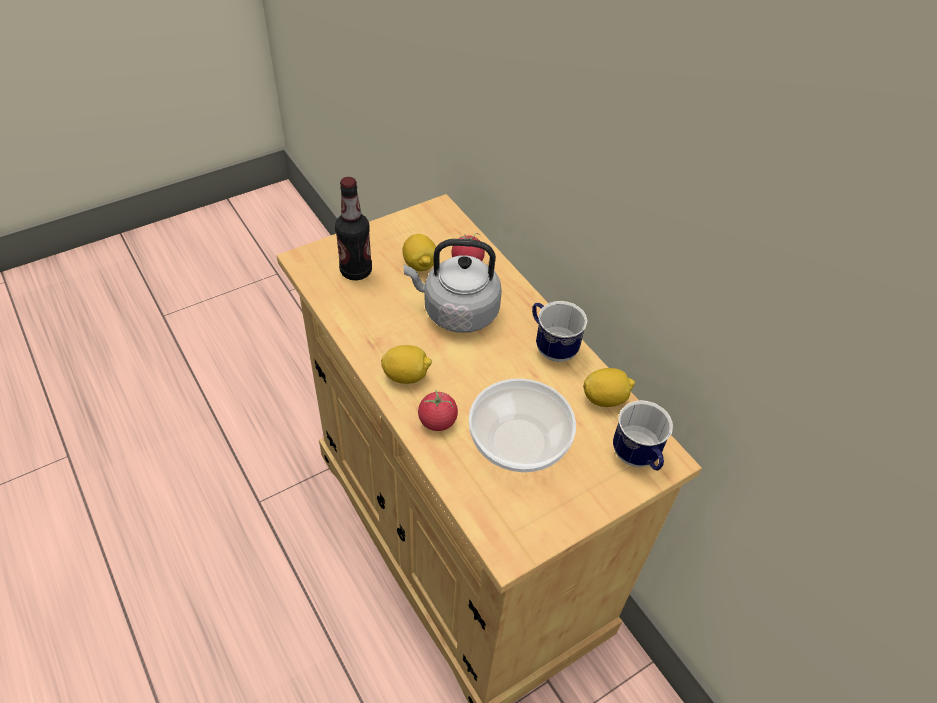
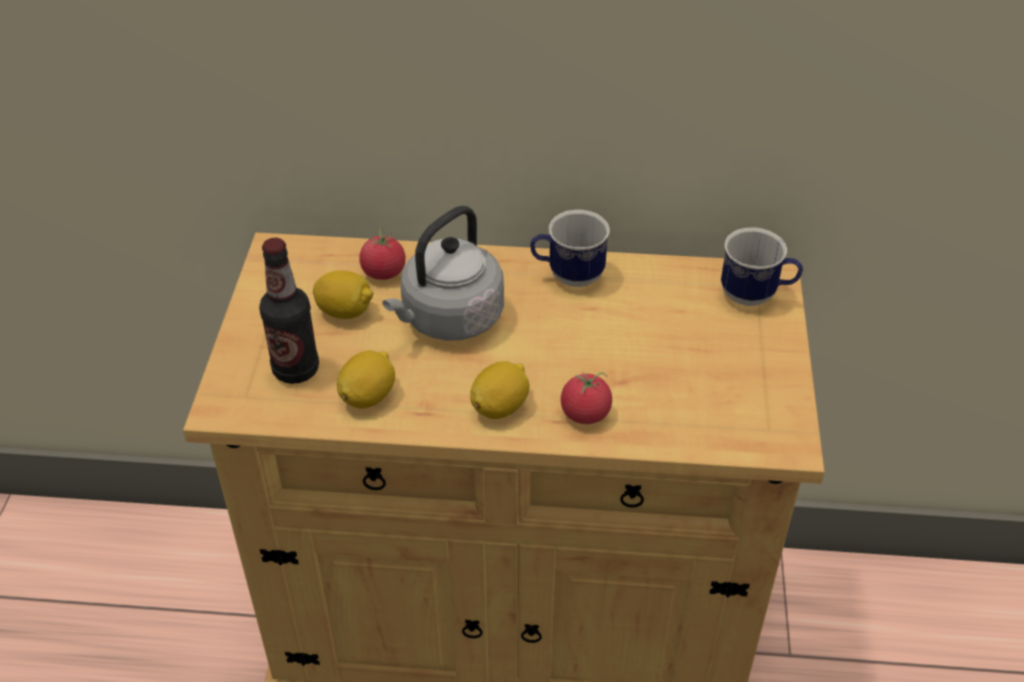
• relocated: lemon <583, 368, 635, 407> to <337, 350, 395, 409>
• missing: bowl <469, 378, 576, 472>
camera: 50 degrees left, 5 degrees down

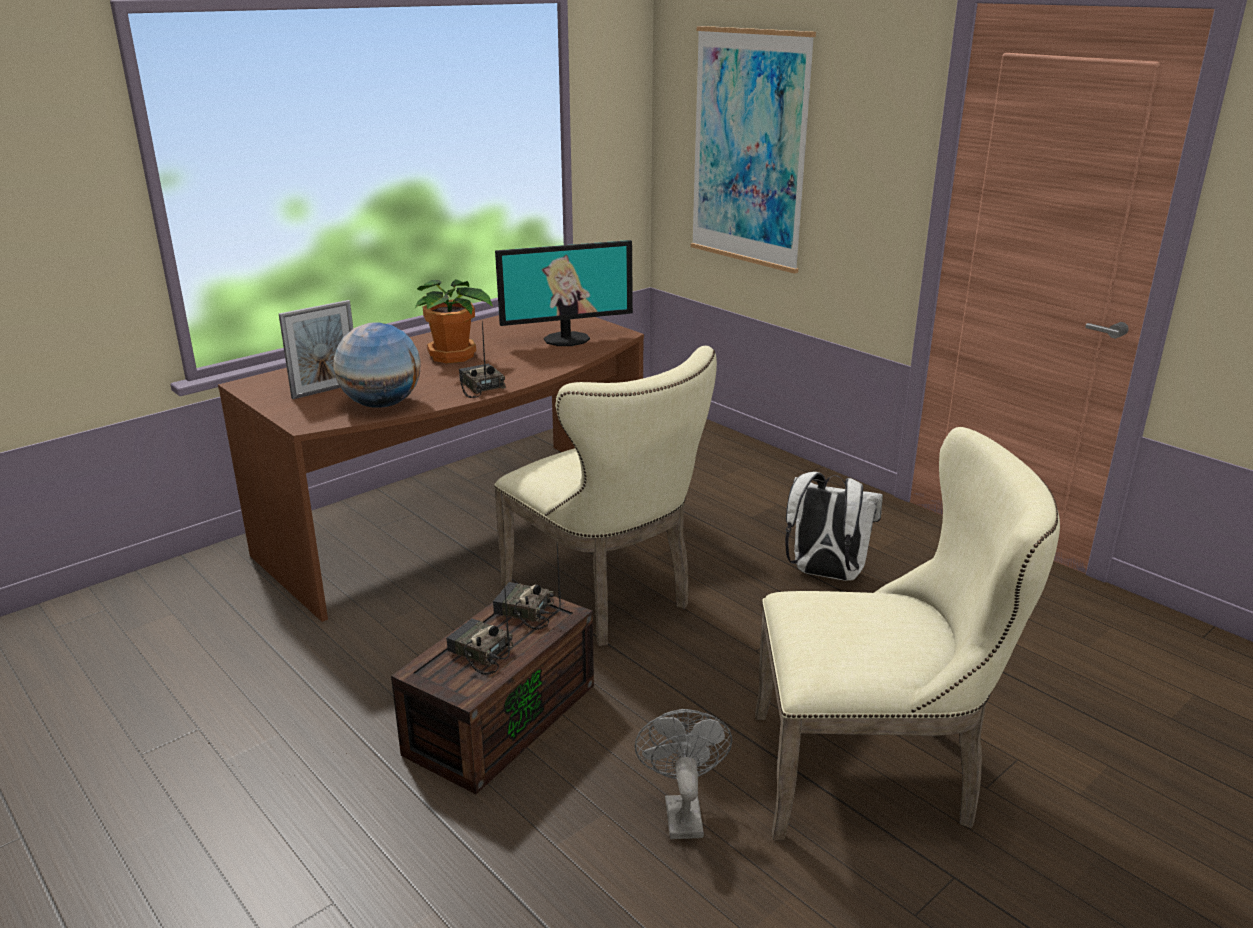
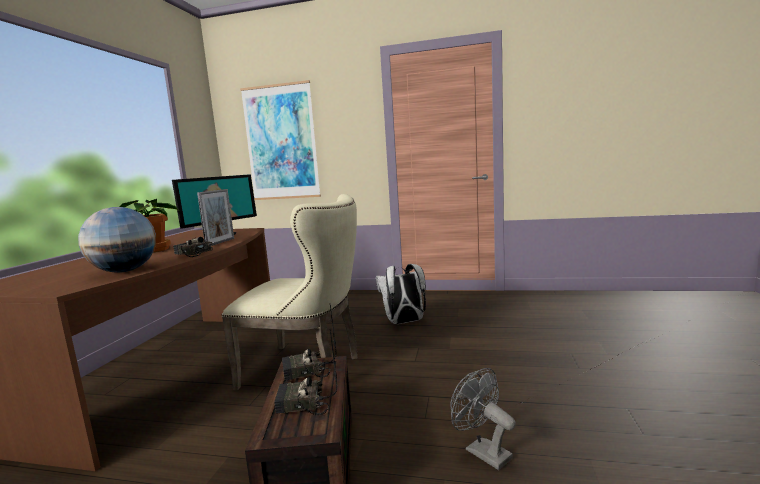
• relocated: picture frame <279, 300, 353, 399> to <197, 189, 234, 246>
• missing: beige chair <755, 427, 1060, 840>
camera: 35 degrees left, 15 degrees down

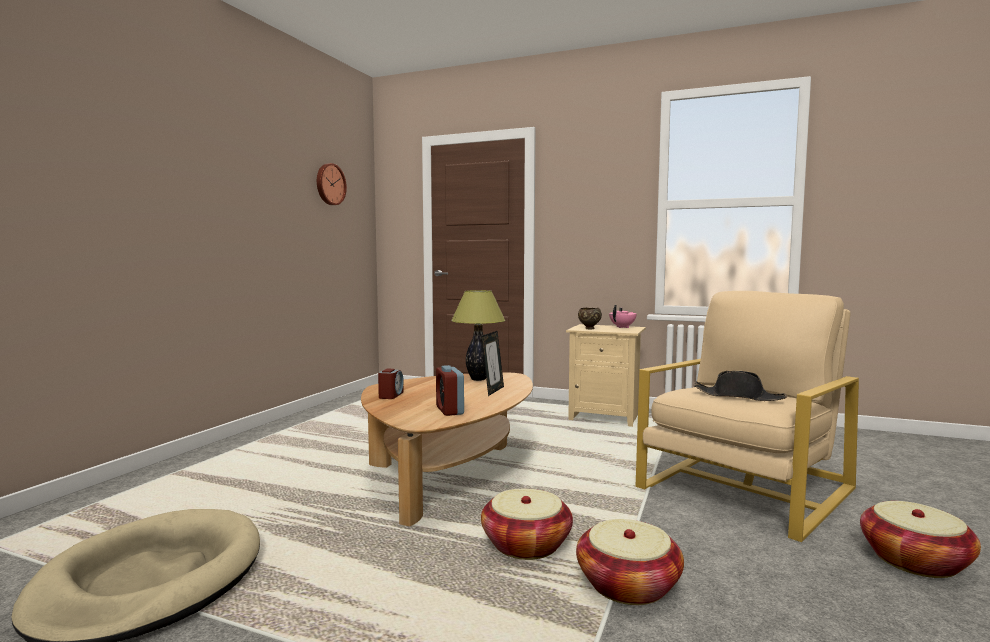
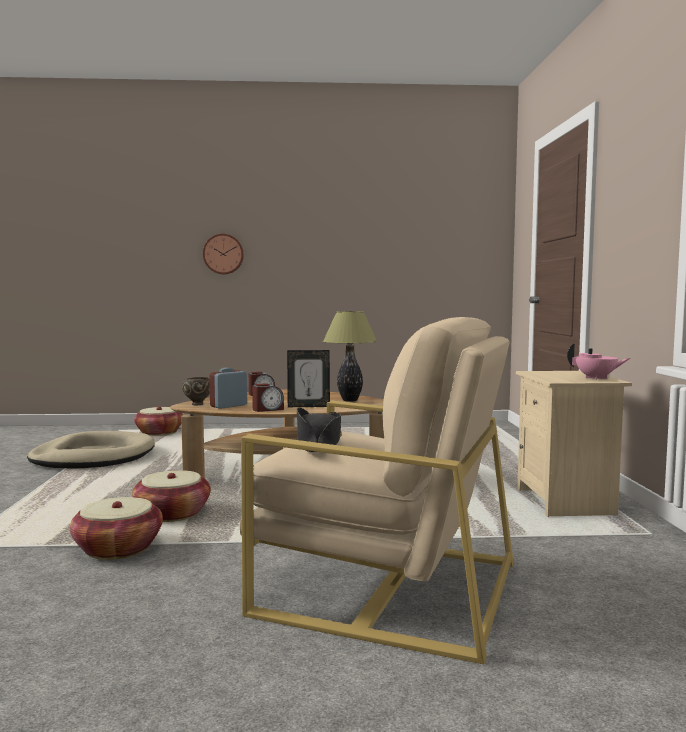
• relocated: basket <860, 501, 981, 578> to <134, 407, 183, 436>
• relocated: brown bowl <578, 307, 602, 329> to <182, 377, 210, 406>
• relocated: wall clock <317, 163, 347, 205> to <203, 234, 244, 274>
• appeared: alarm clock <252, 383, 284, 412>
camera: 65 degrees right, 0 degrees up

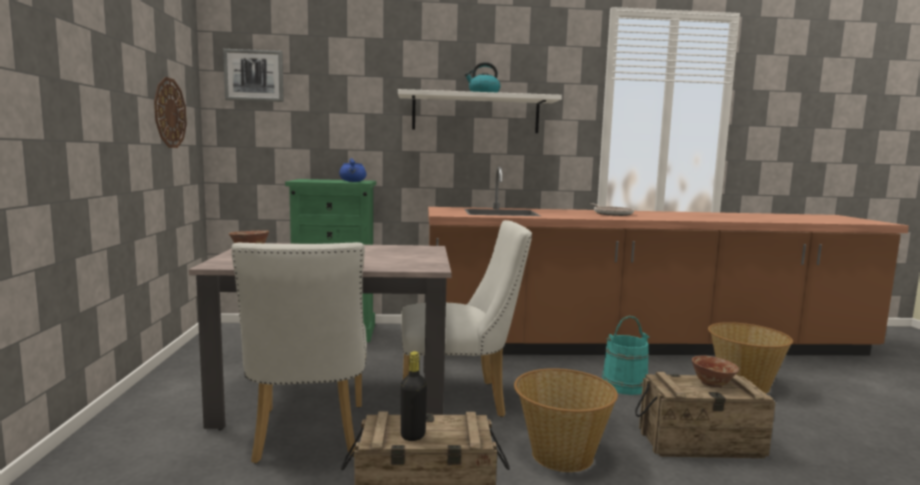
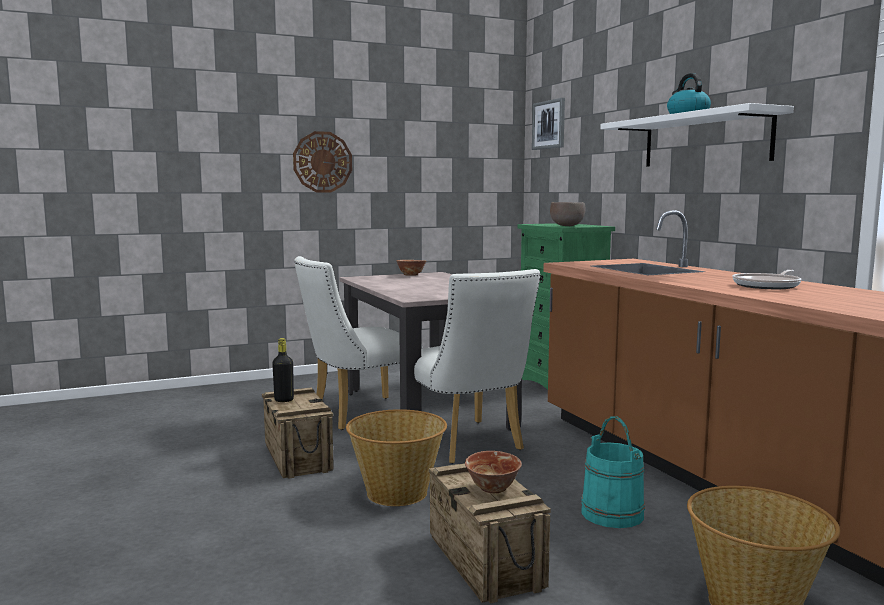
• relocated: wall clock <154, 77, 187, 148> to <293, 131, 352, 192>
• exchanged: blue cooking pot <339, 158, 366, 182> to brown bowl <550, 202, 585, 226>
camera: 70 degrees right, 0 degrees up

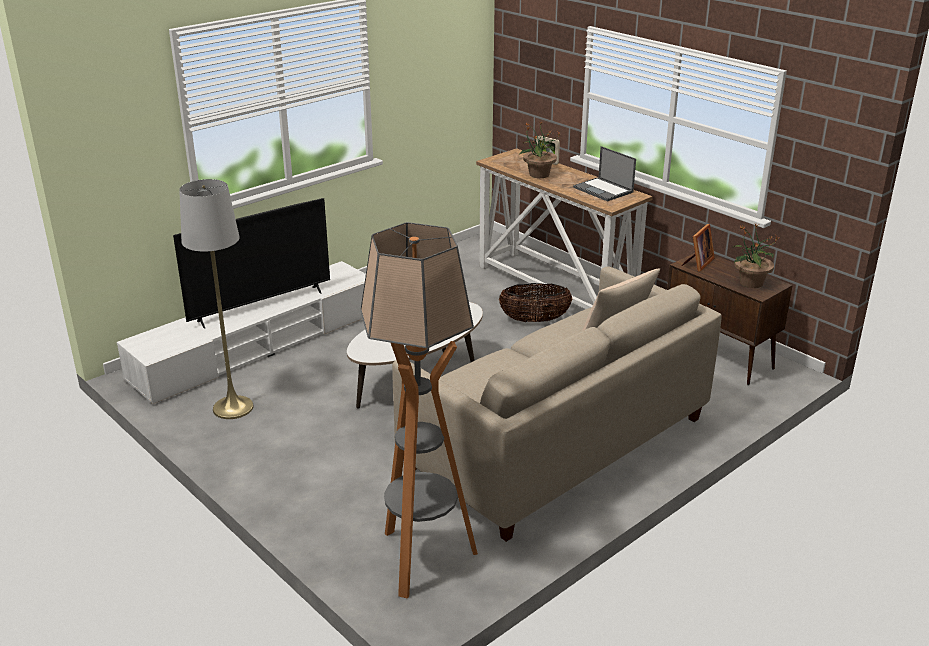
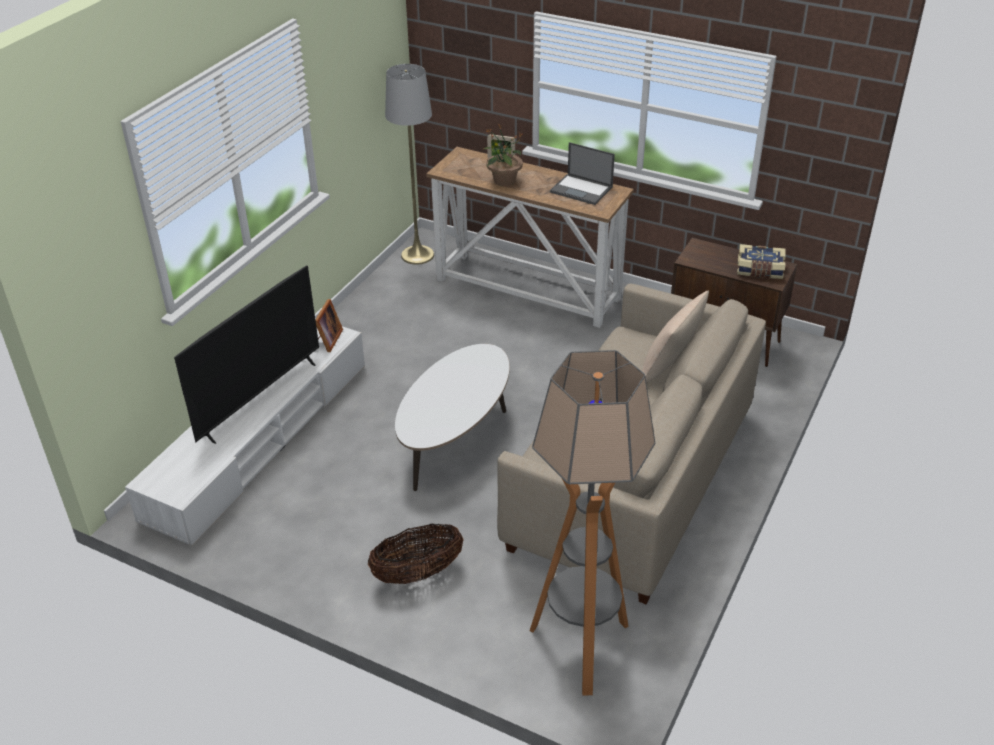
• relocated: picture frame <681, 224, 715, 271> to <315, 299, 343, 352>
• relocated: basket <499, 283, 572, 322> to <368, 523, 463, 584>
• relocated: grey floor lamp <179, 179, 254, 419> to <385, 64, 434, 265>
• exchanged: potted plant <734, 224, 780, 288> to book <737, 244, 786, 279>
camera: 20 degrees left, 10 degrees up

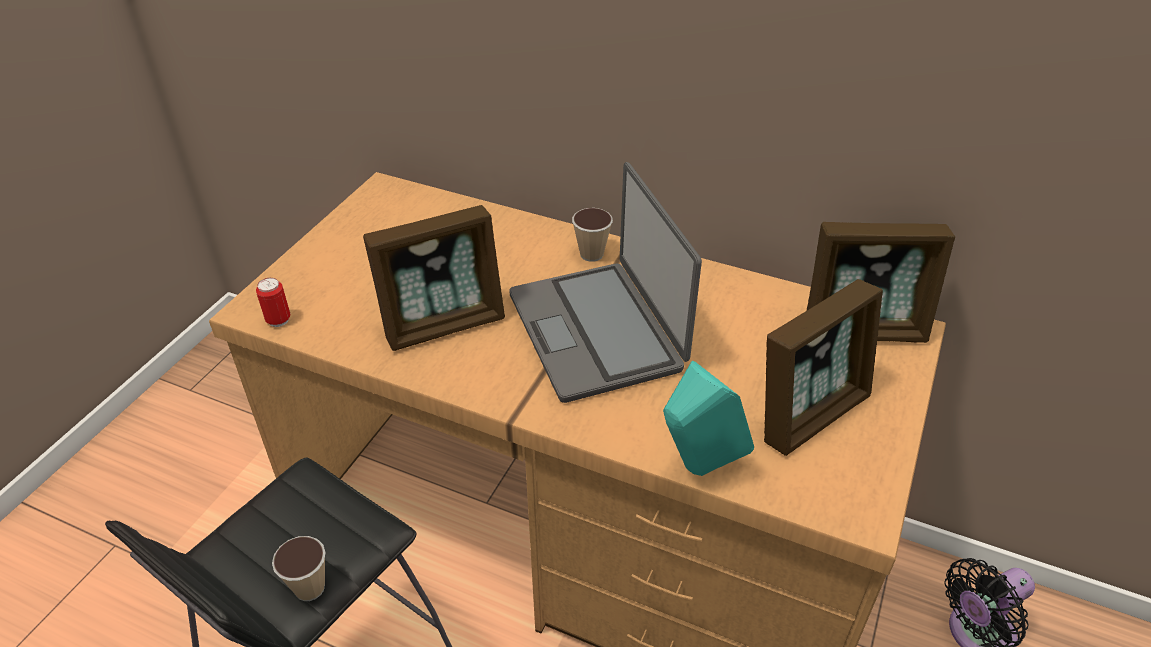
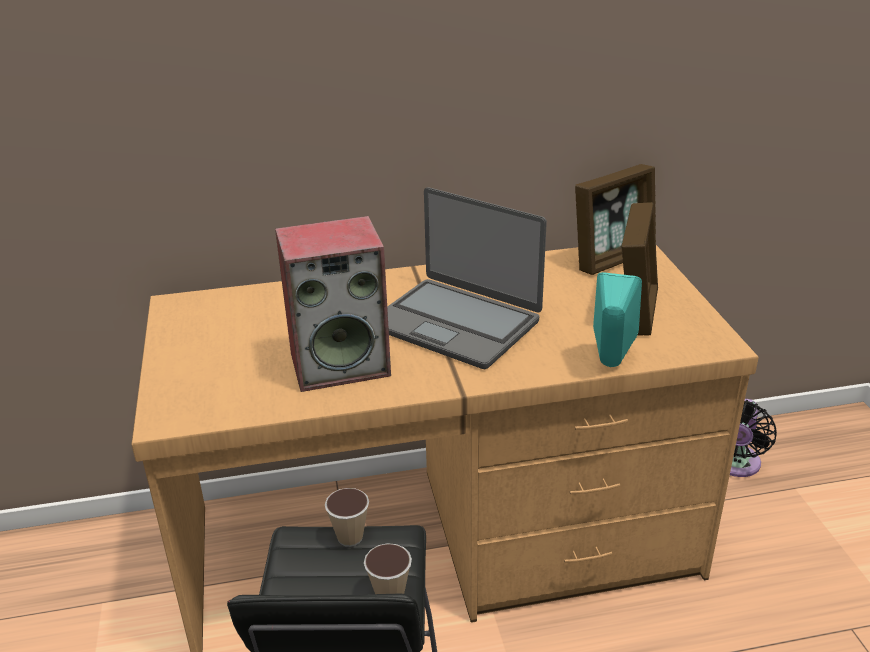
• exchanged: picture frame <363, 205, 505, 351> to speaker <275, 216, 391, 392>
• relocated: cup <572, 208, 613, 262> to <325, 488, 369, 547>
• missing: can <256, 278, 290, 327>
camera: 35 degrees left, 10 degrees down

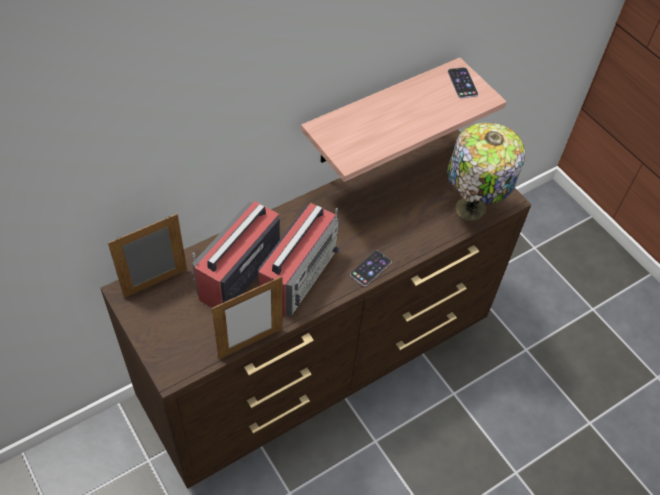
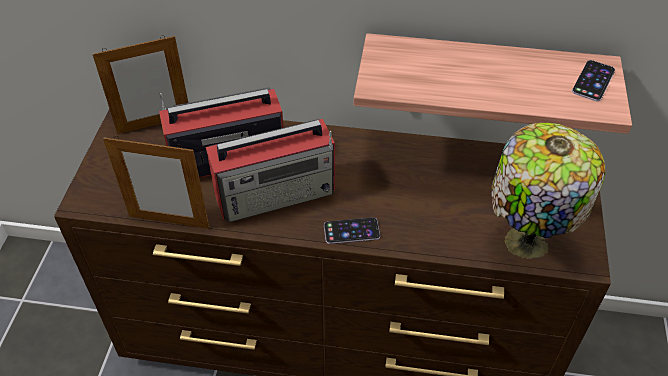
• spun: picture frame <108, 214, 187, 298> = <92, 35, 188, 134> 150 degrees clockwise
camera: 45 degrees right, 5 degrees down

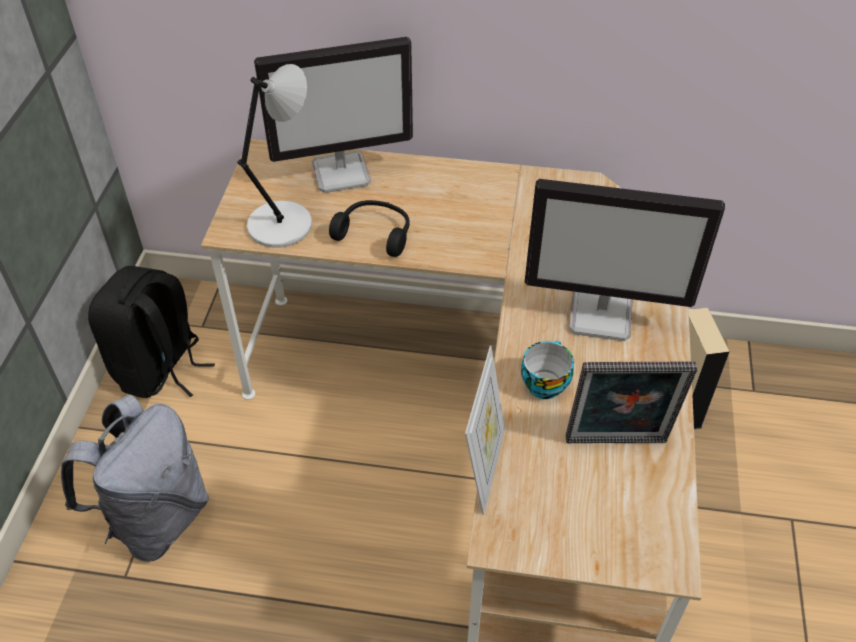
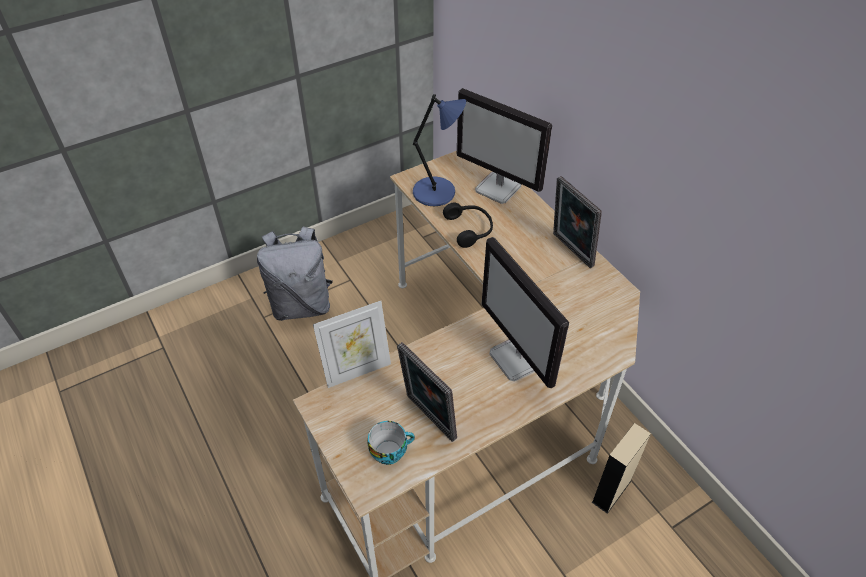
• relocated: cup <521, 341, 574, 399> to <368, 421, 415, 465>
• colour: grey table lamp <238, 64, 312, 247> to blue table lamp <413, 94, 466, 206>
• appeared: picture frame <553, 176, 602, 268>
• missing: black backpack <88, 266, 215, 398>
camera: 50 degrees right, 0 degrees up

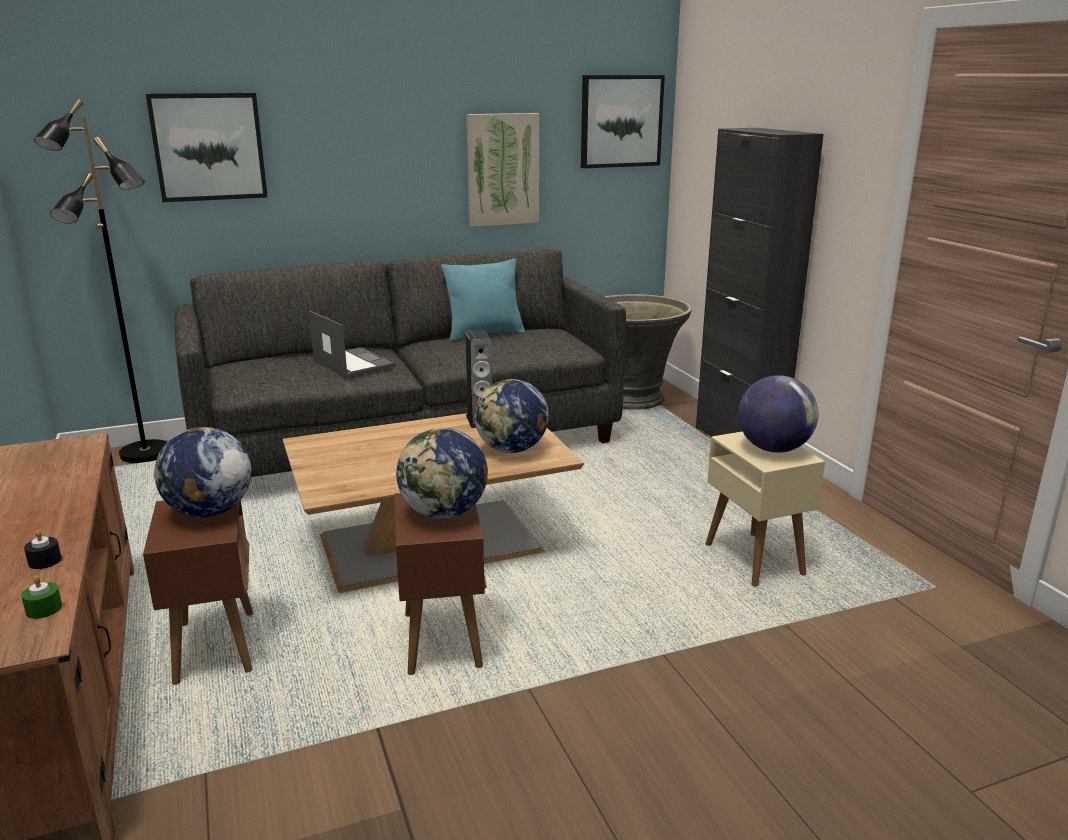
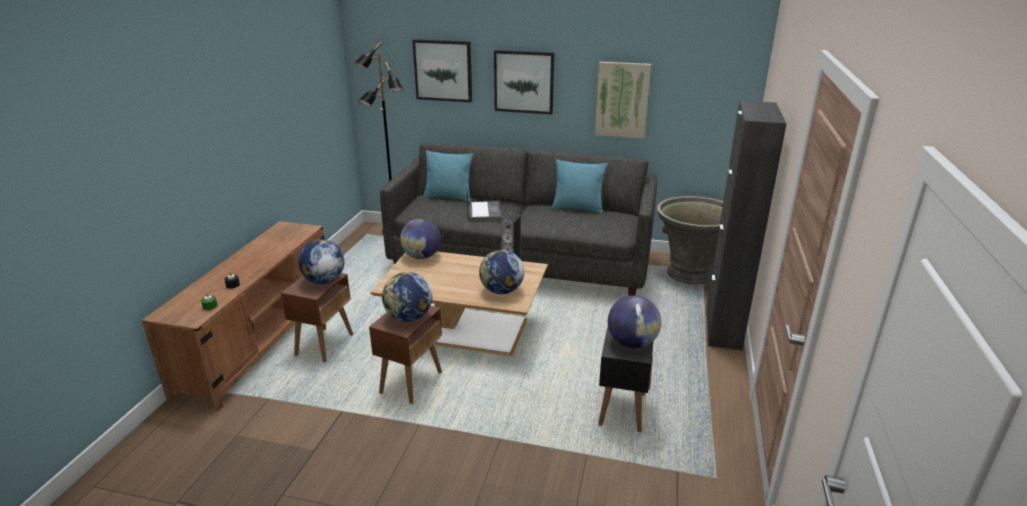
• appeared: globe <400, 219, 441, 259>
• appeared: turquoise pillow <423, 150, 473, 201>
• relocated: picture <581, 75, 665, 168> to <494, 50, 554, 114>
• colour: beige side table <705, 431, 825, 587> to black side table <598, 327, 653, 432>
camera: 35 degrees right, 5 degrees up

